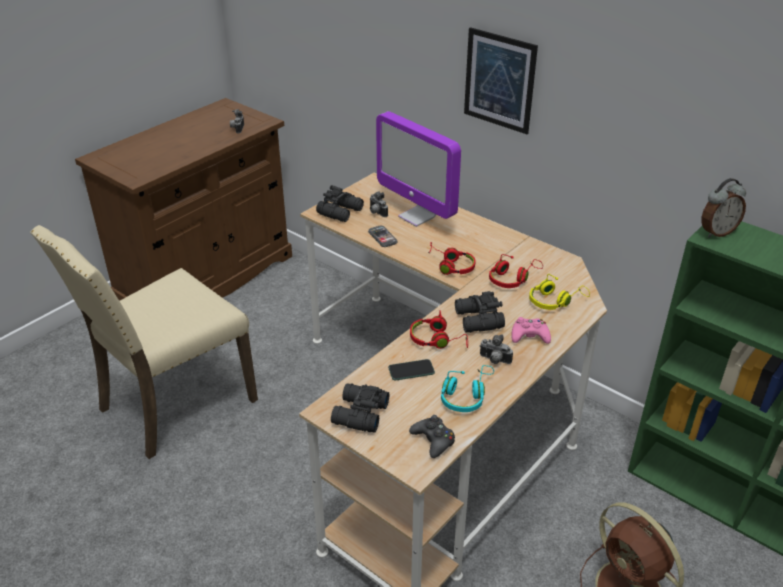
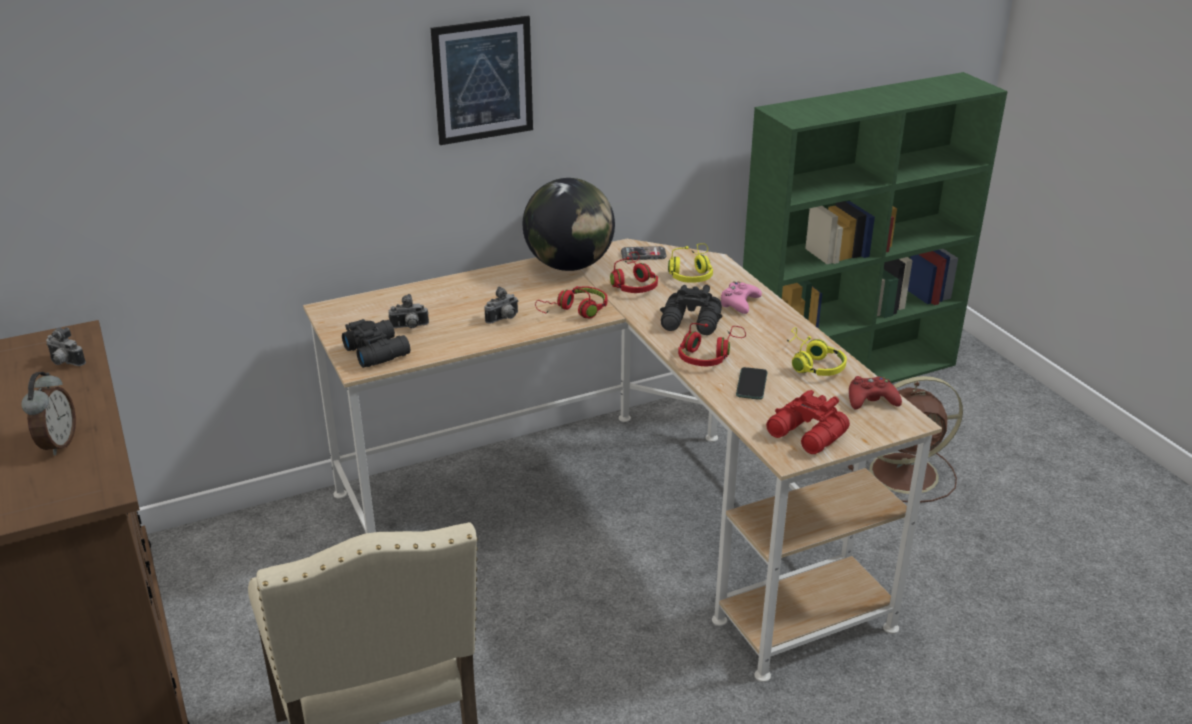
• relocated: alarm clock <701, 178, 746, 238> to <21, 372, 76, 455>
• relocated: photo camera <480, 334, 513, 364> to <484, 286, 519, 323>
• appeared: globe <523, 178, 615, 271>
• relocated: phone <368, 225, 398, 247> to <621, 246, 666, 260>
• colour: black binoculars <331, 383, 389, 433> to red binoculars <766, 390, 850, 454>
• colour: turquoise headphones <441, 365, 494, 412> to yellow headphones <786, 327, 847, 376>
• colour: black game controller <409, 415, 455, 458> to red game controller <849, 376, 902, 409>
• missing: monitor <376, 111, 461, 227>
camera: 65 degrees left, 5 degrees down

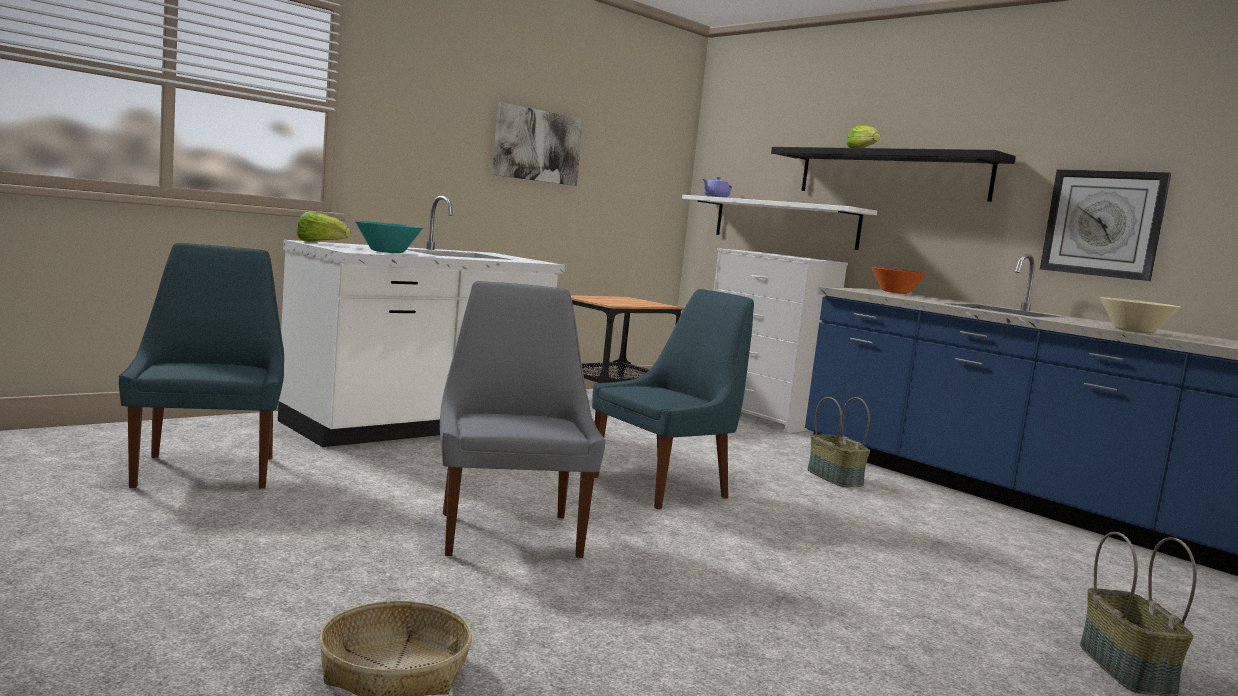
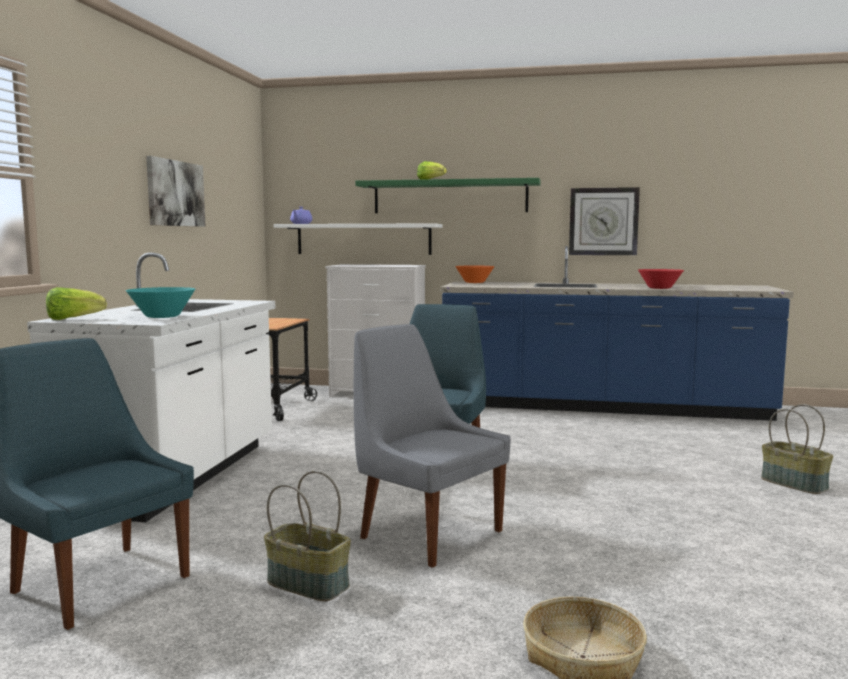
• relocated: basket <807, 397, 870, 487> to <264, 471, 351, 601>
• colour: black shelf <771, 147, 1016, 202> to green shelf <355, 178, 541, 213>
• colour: beige bowl <1100, 297, 1181, 333> to red bowl <638, 269, 684, 289>
camera: 35 degrees left, 0 degrees up

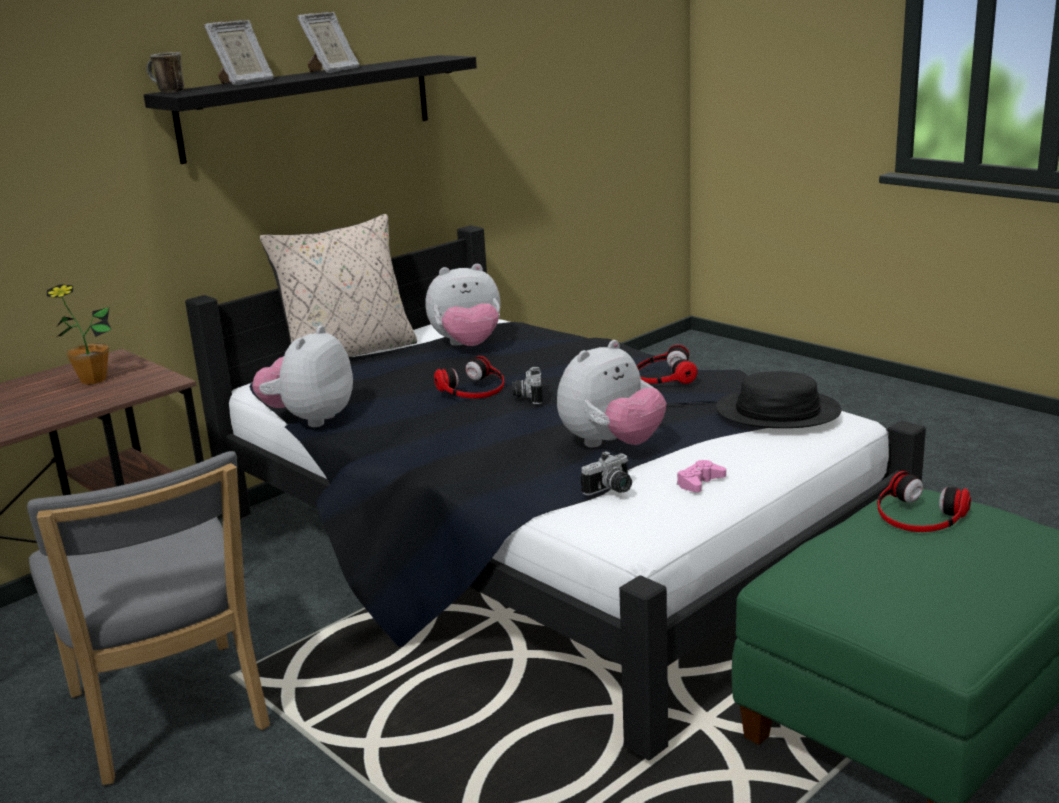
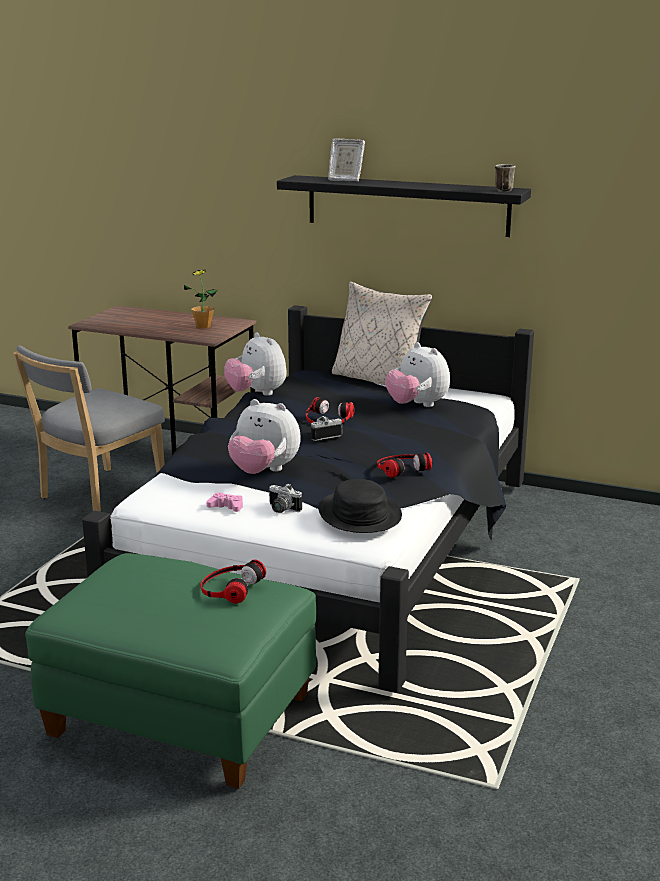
• spun: plush toy <252, 326, 353, 427> = <224, 332, 287, 396> 120 degrees counterclockwise
• relocated: photo camera <581, 451, 632, 496> to <269, 483, 302, 513>
• relocated: mug <147, 52, 184, 93> to <495, 164, 516, 192>
• missing: picture frame <297, 12, 359, 73>
camera: 65 degrees right, 0 degrees up

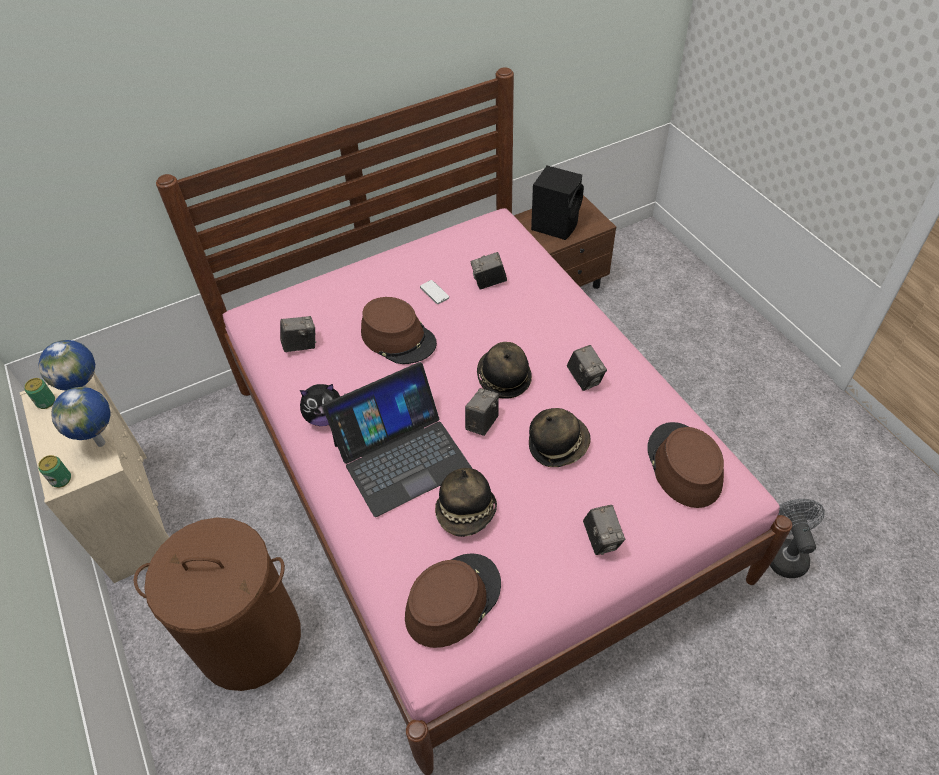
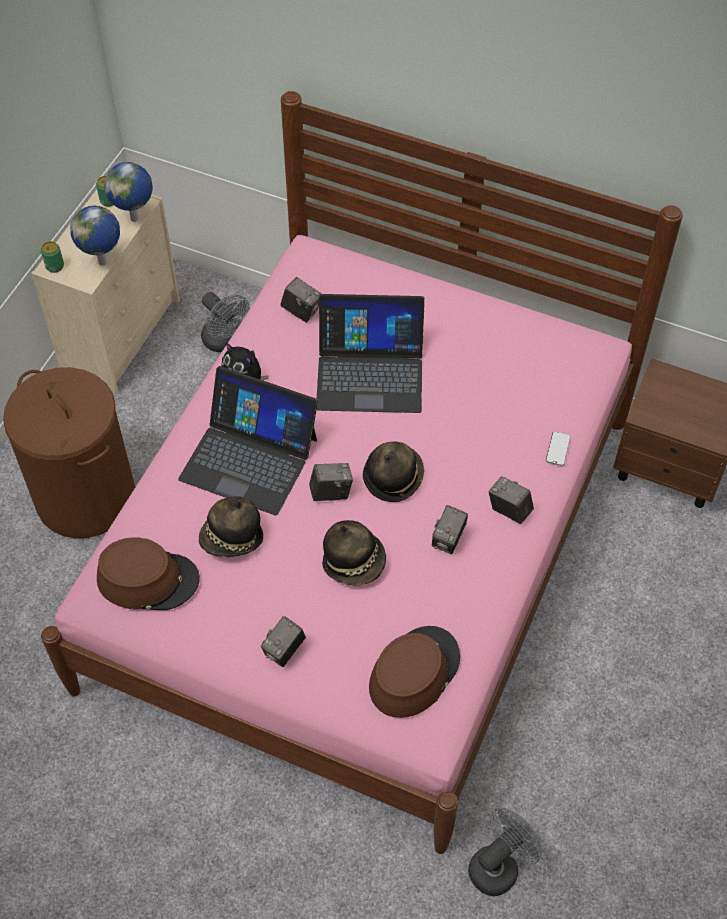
• appeared: grey fan <201, 292, 250, 352>
• exchanged: brown hat <361, 297, 437, 364> to laptop <317, 294, 425, 413>
• relocated: photo camera <471, 252, 507, 289> to <489, 476, 534, 524>
• relocated: phone <420, 280, 449, 304> to <546, 432, 571, 466>
• missing: black speaker <531, 166, 584, 240>
camera: 50 degrees right, 5 degrees up

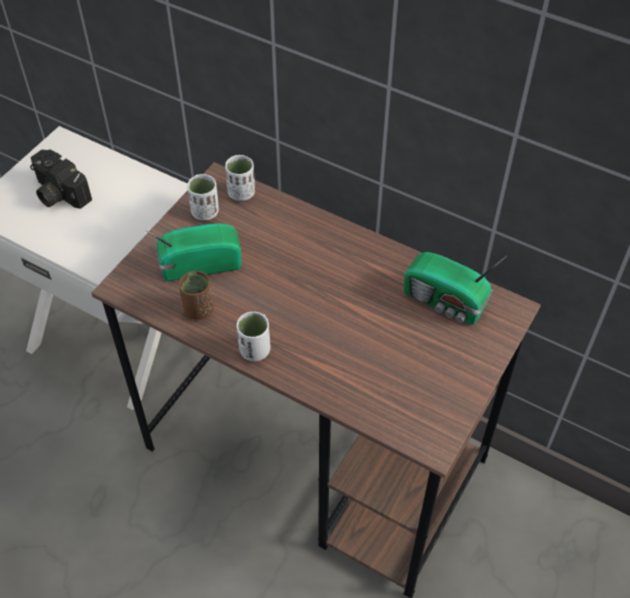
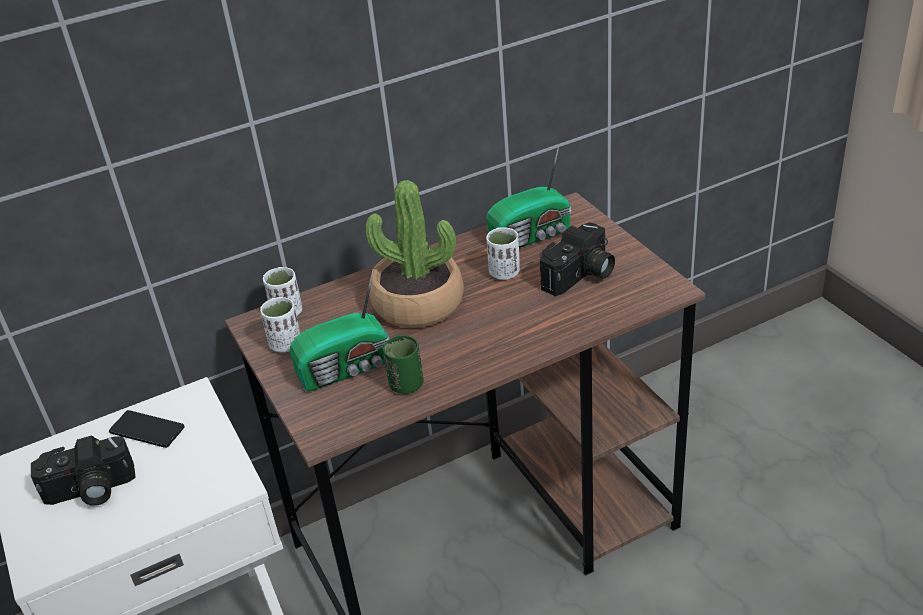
• appeared: phone <109, 410, 185, 448>
• spun: radio <147, 223, 242, 281> = <289, 268, 389, 391> 135 degrees counterclockwise
• appeared: potted plant <366, 180, 464, 328>
• colour: brown cup <179, 271, 214, 320> to green cup <383, 335, 424, 394>
• relocated: white cup <237, 312, 270, 361> to <486, 227, 520, 280>
• appeared: photo camera <540, 222, 615, 296>
camera: 55 degrees left, 15 degrees down

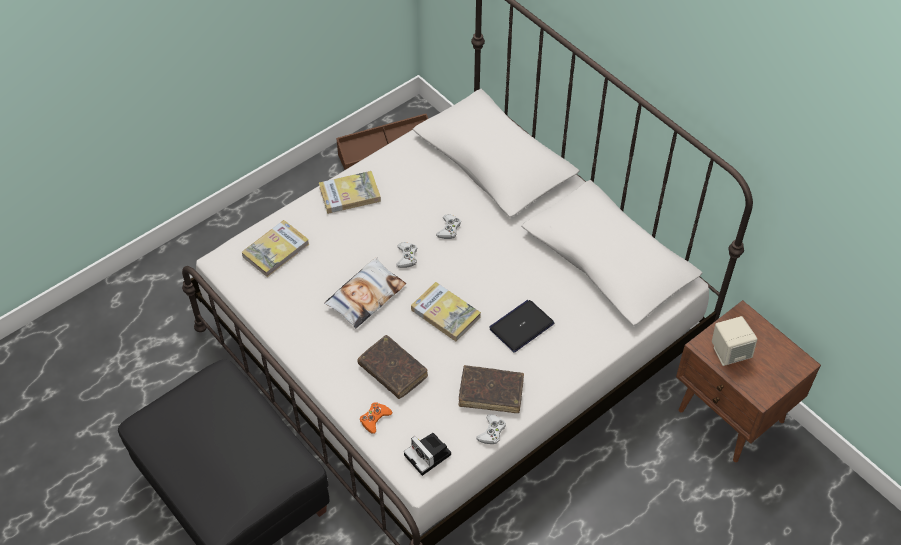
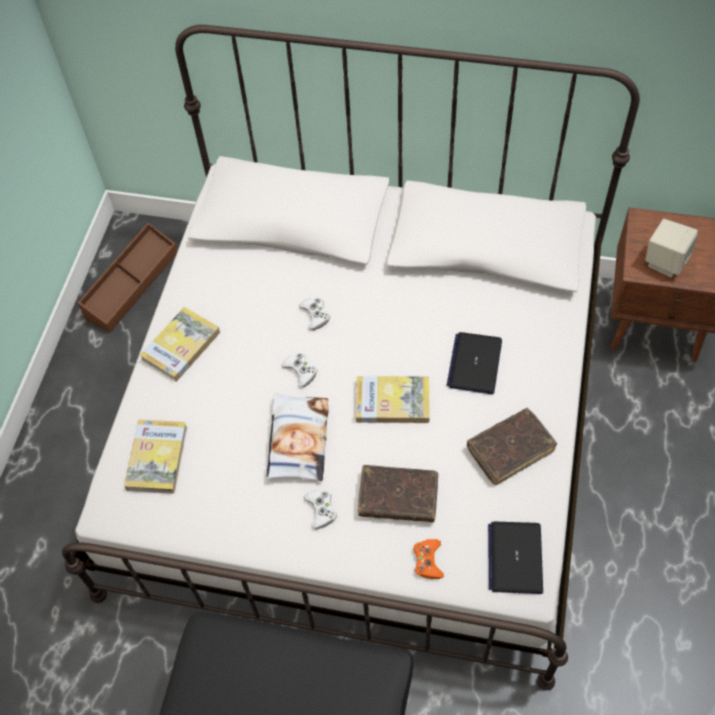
• relocated: white game controller <476, 414, 506, 444> to <304, 490, 337, 530>
• exchanged: photo camera <404, 433, 451, 476> to laptop <488, 522, 543, 594>
camera: 35 degrees left, 5 degrees up

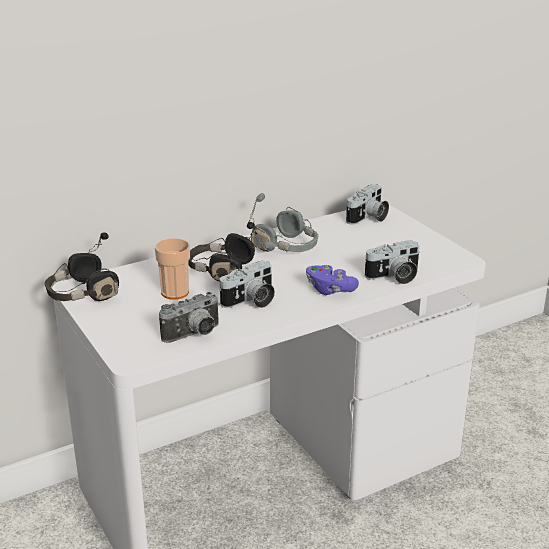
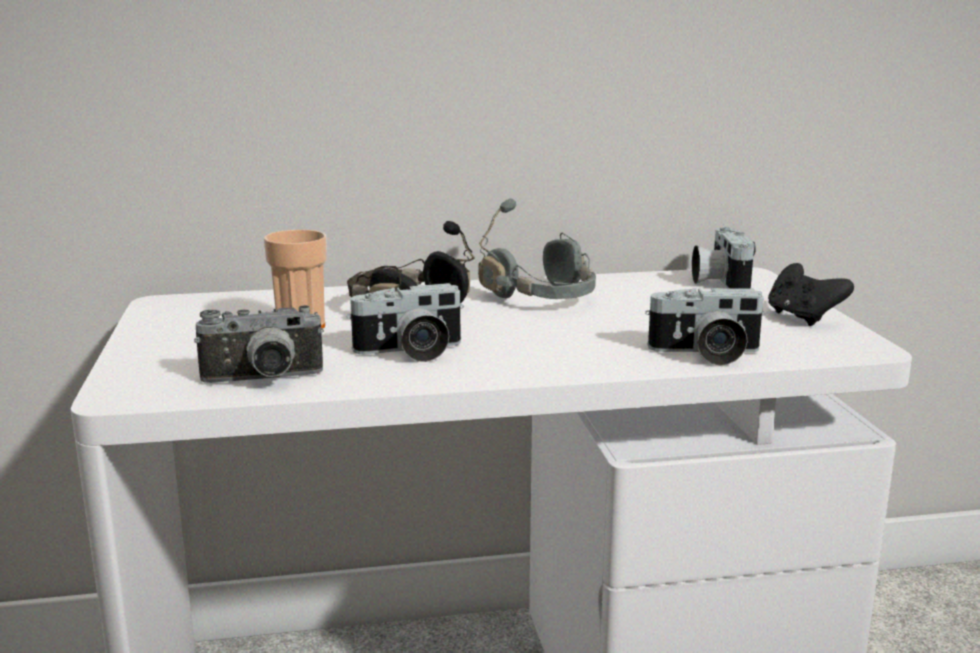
• spun: photo camera <346, 184, 389, 225> = <692, 227, 756, 289> 120 degrees clockwise
• appeared: black game controller <768, 263, 854, 326>
• missing: black headphones <45, 232, 119, 301>
• missing: purple game controller <306, 265, 359, 295>
camera: 20 degrees right, 10 degrees down

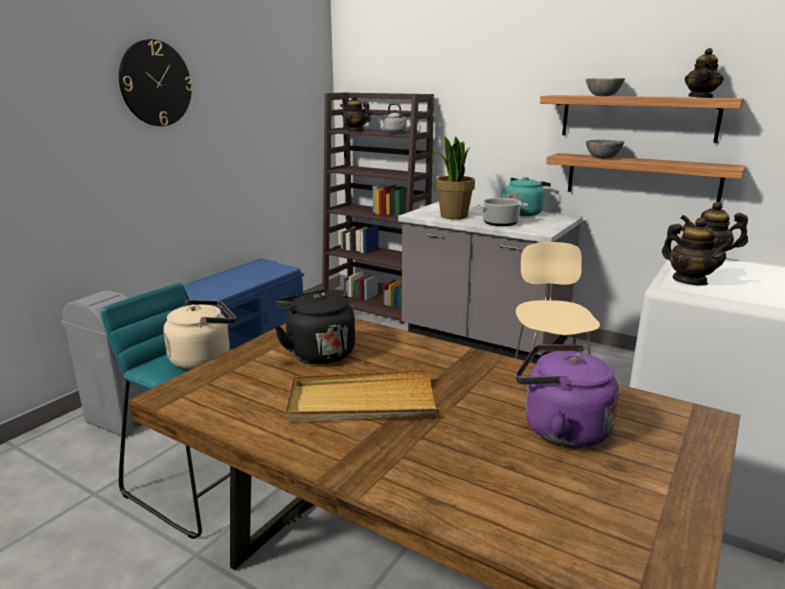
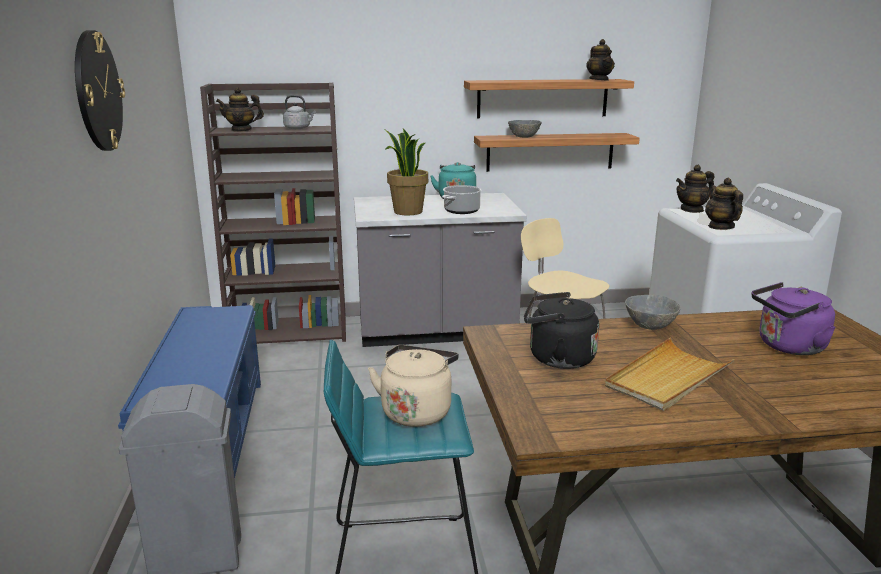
• relocated: grey bowl <586, 78, 625, 96> to <625, 294, 681, 330>
• spun: teapot <662, 217, 733, 286> = <705, 178, 743, 230> 120 degrees counterclockwise
camera: 40 degrees left, 0 degrees up

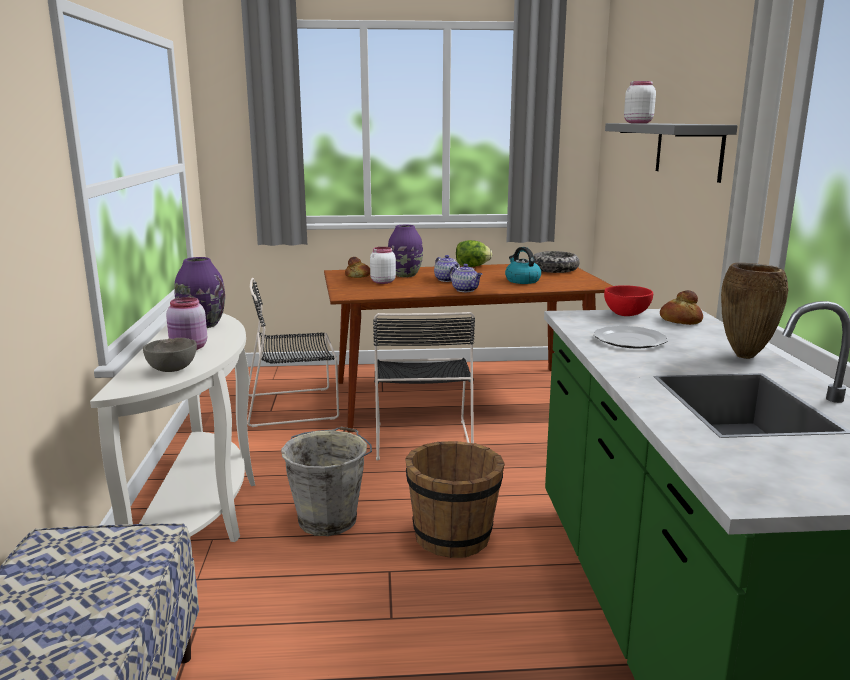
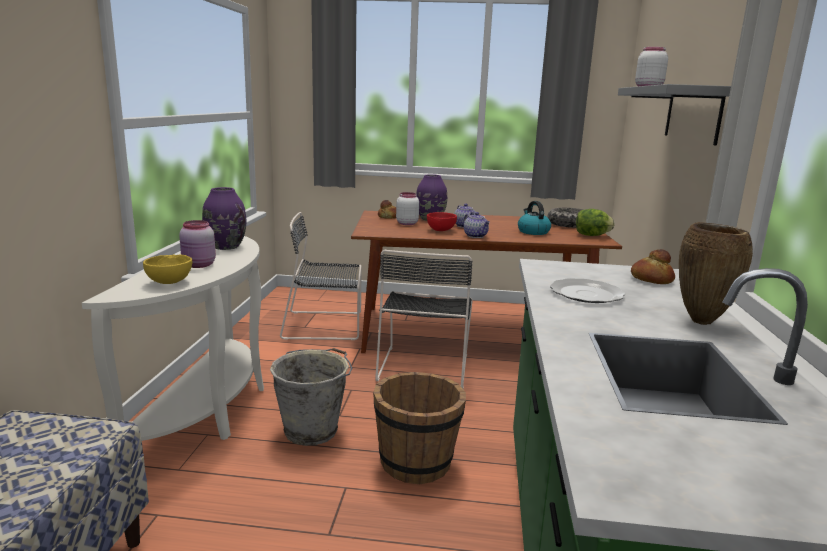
• colour: grey bowl <143, 338, 197, 372> to yellow bowl <143, 255, 192, 284>
• relocated: red bowl <604, 285, 653, 316> to <427, 212, 457, 231>
• relocated: lettuce <456, 240, 492, 267> to <576, 209, 615, 236>
camera: 10 degrees right, 0 degrees up

